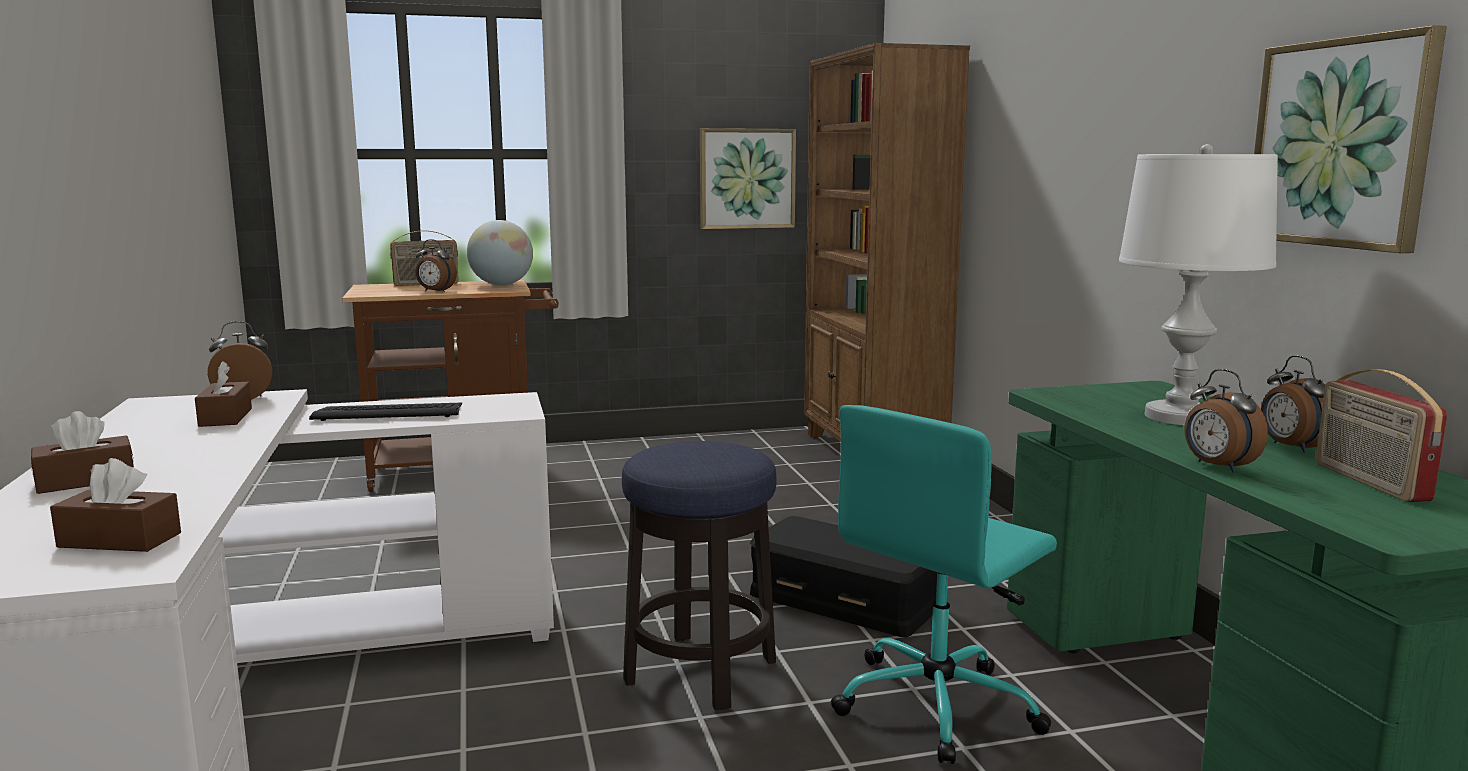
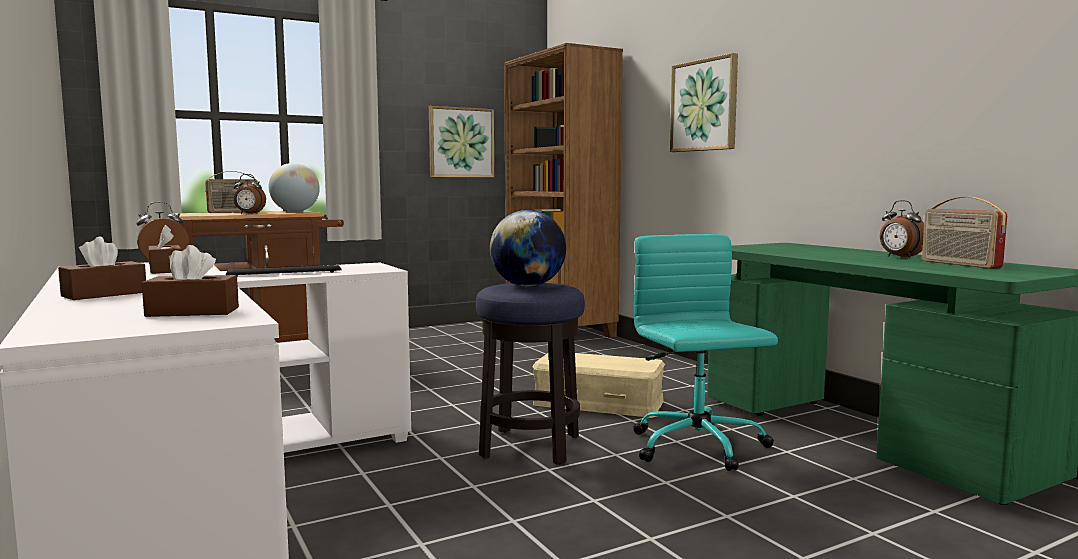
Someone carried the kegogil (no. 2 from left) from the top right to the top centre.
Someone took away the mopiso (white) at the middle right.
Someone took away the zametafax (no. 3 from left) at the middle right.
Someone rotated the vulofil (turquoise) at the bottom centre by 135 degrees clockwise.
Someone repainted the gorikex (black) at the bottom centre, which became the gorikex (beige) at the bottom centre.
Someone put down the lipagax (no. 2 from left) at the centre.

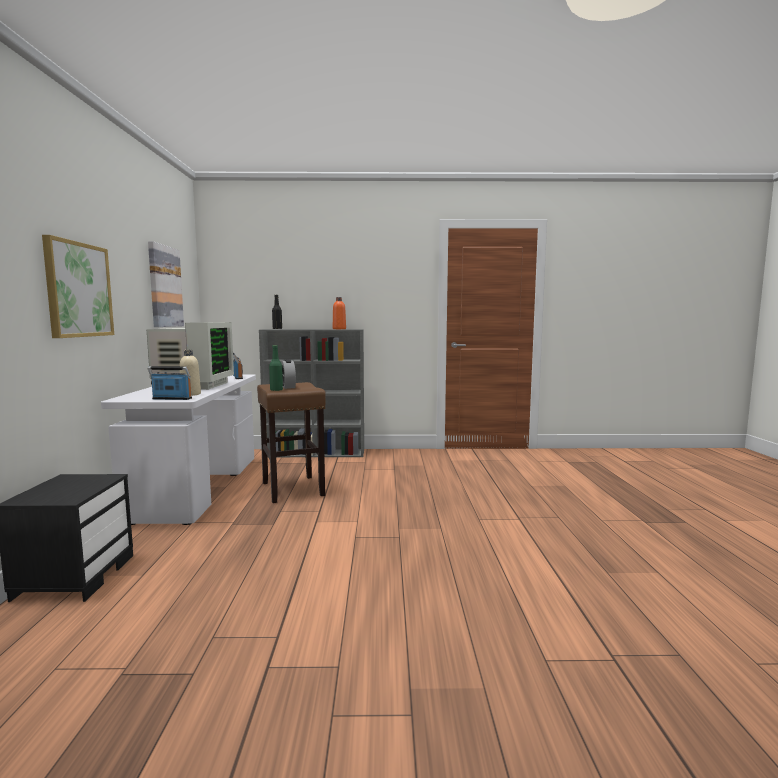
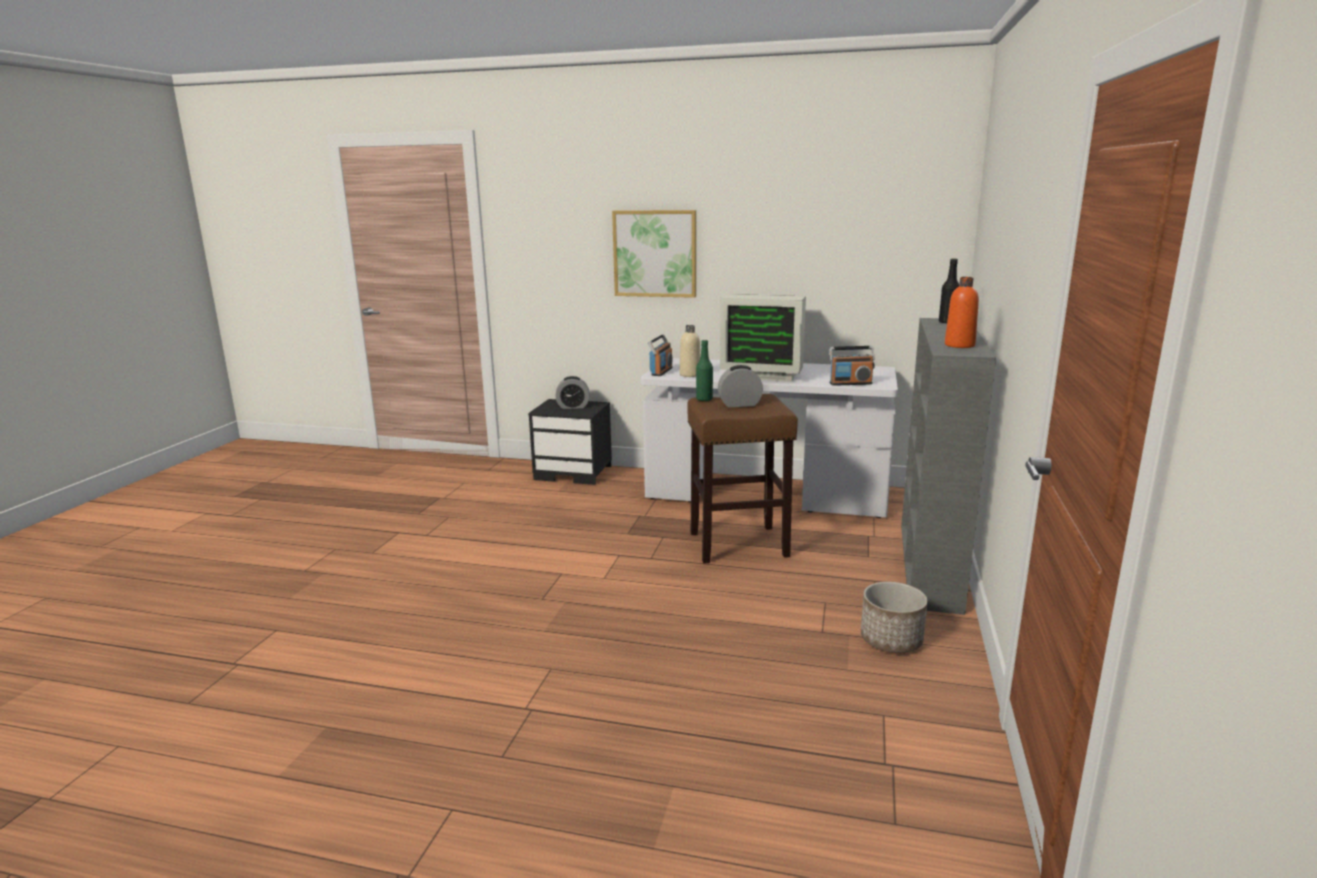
Someone took away the kegogil (no. 2 from left) at the middle left.
Someone put down the zametafax (no. 1 from left) at the centre.
Someone put down the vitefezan at the bottom right.

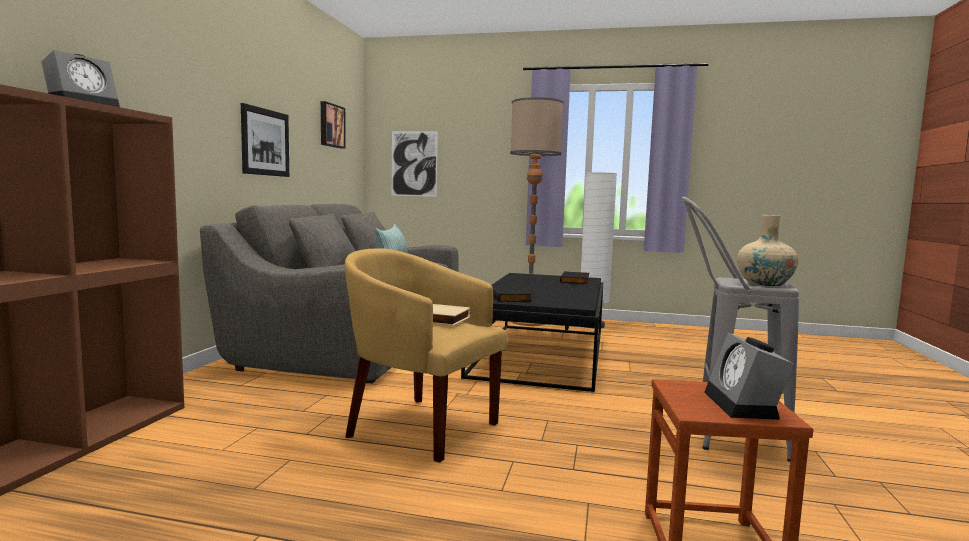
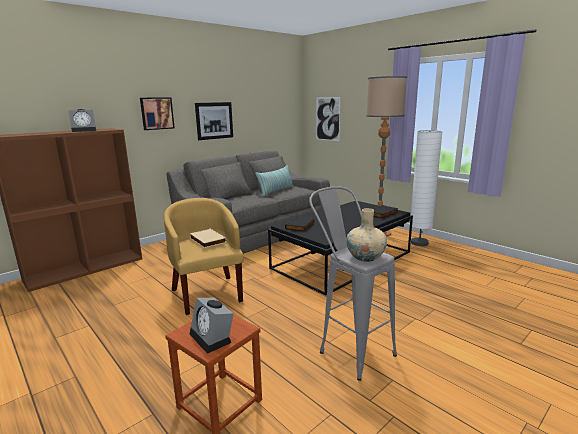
Someone carried the kegogil (no. 2 from left in the first image) from the top centre to the top left.
Someone rotated the zametafax (no. 2 from left) at the bottom right by 75 degrees counterclockwise.

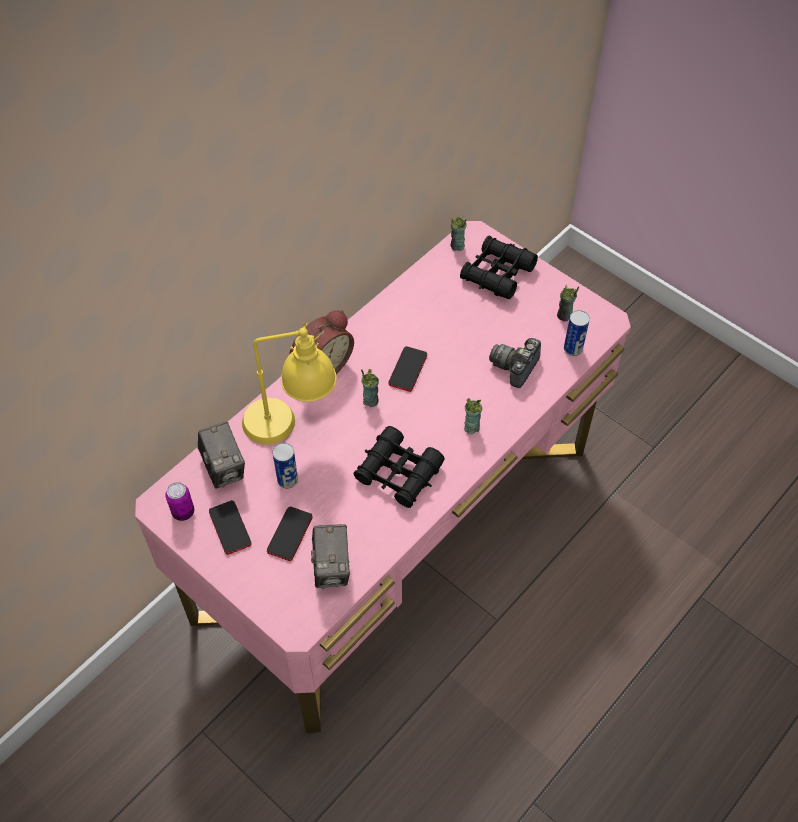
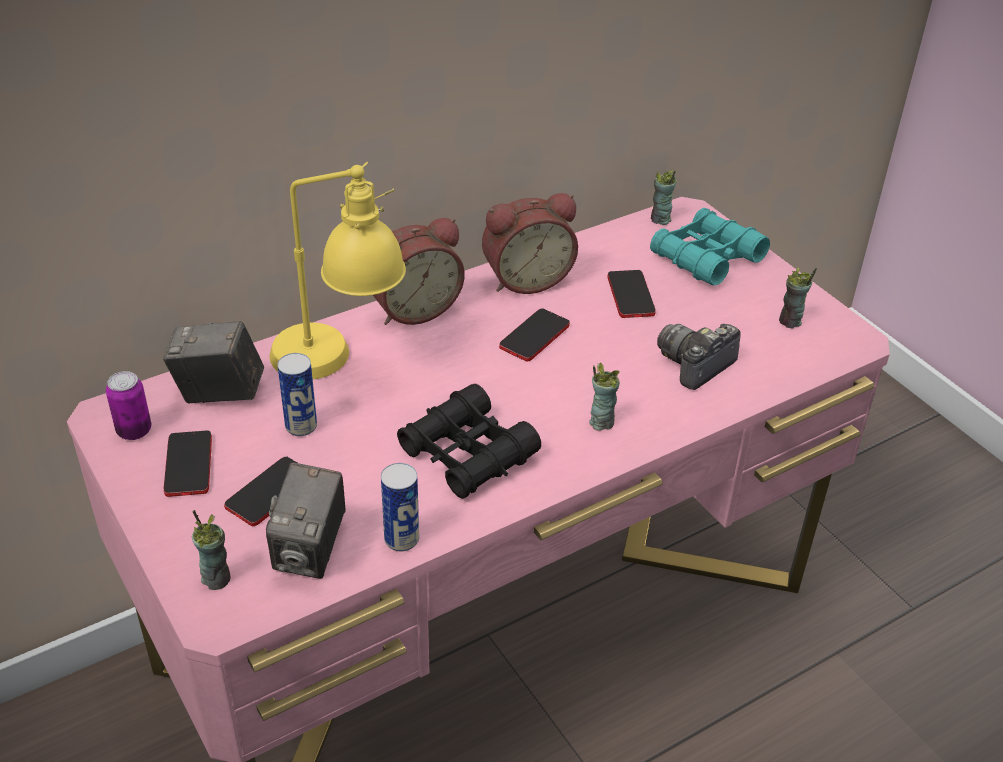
Someone repainted the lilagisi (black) (no. 2 from left) at the top centre, which became the lilagisi (turquoise) at the top right.
Someone carried the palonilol (no. 3 from left) from the middle right to the centre.
Someone carried the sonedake (no. 1 from left) from the centre to the bottom left.
Someone rotated the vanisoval (no. 1 from left) at the middle left by 105 degrees clockwise.
Someone put down the zametafax (no. 2 from left) at the top centre.
Someone put down the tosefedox (no. 4 from left) at the centre.

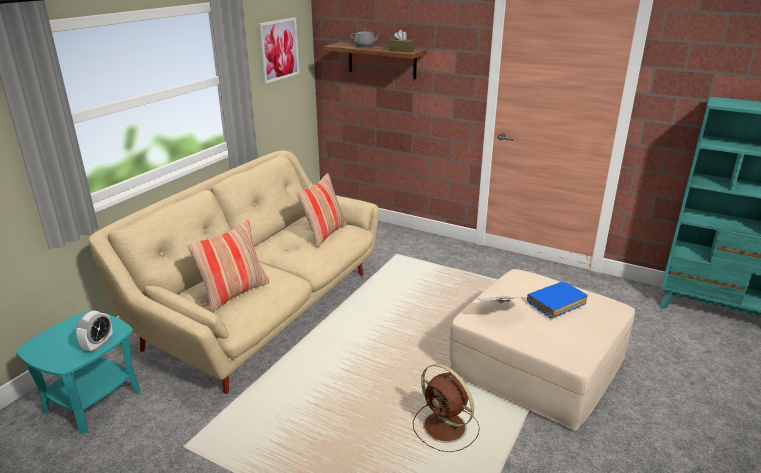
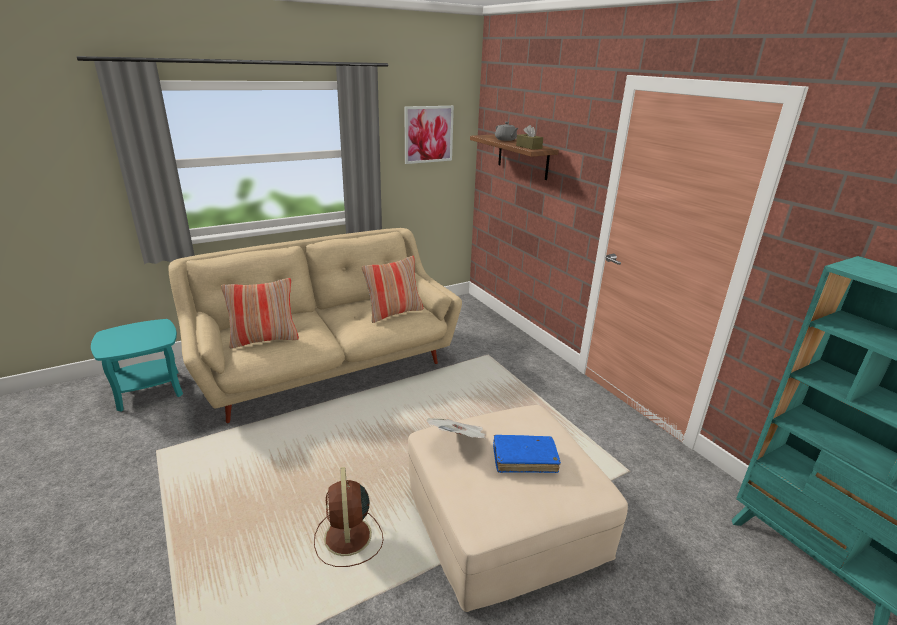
Someone took away the zametafax at the bottom left.

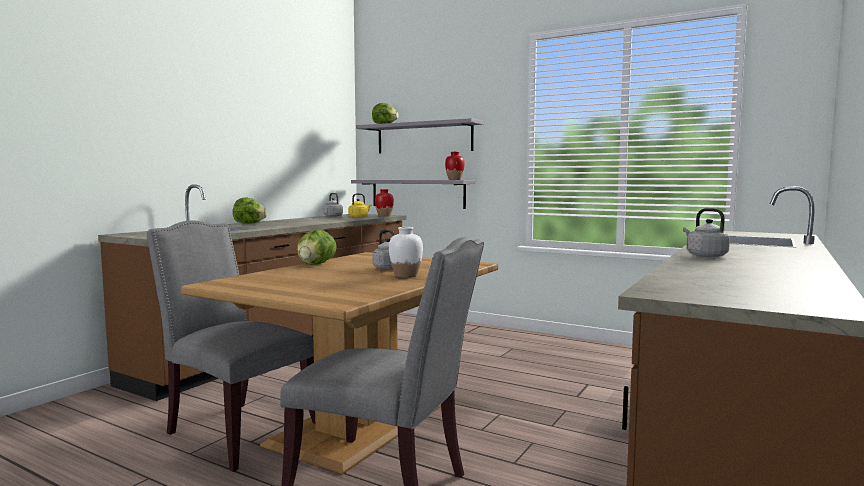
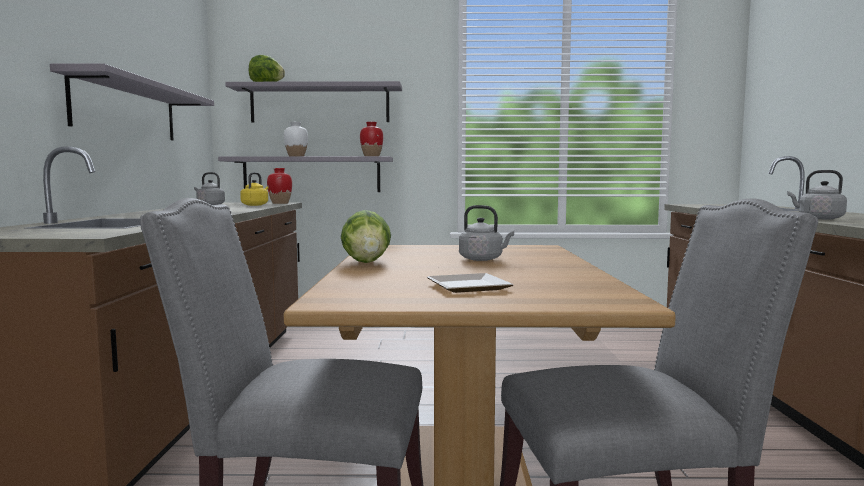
Someone took away the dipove (no. 1 from left) at the middle left.
Someone carried the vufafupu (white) from the centre to the top centre.
Someone put up the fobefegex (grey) (no. 1 from left) at the top left.
Someone put down the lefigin at the centre.

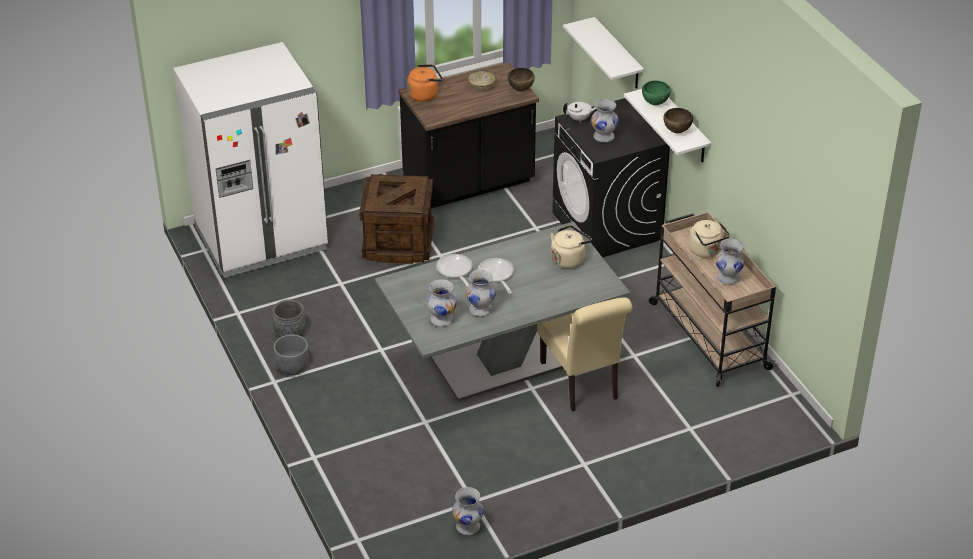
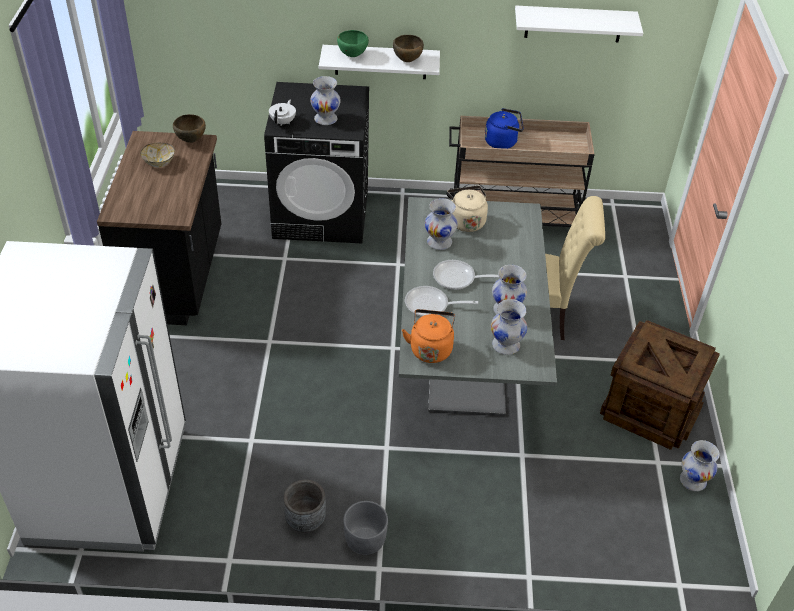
Someone carried the fobefegex (white) (no. 1 from left in the first image) from the top centre to the top right.
Someone carried the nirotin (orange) from the top centre to the centre.
Someone carried the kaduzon from the centre to the middle right.
Someone repainted the nirotin (beige) (no. 2 from left) at the middle right, which became the nirotin (blue) at the top centre.
Someone carried the vufafupu (white) (no. 5 from left in the first image) from the middle right to the centre.

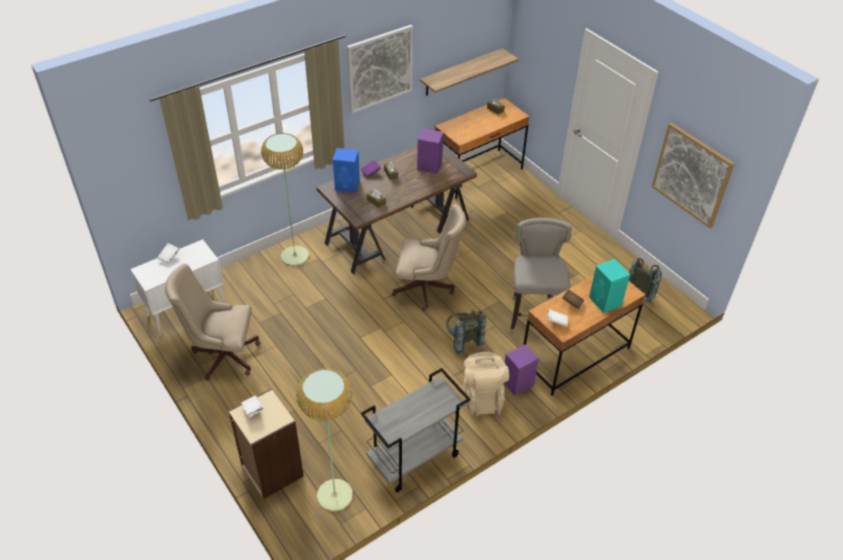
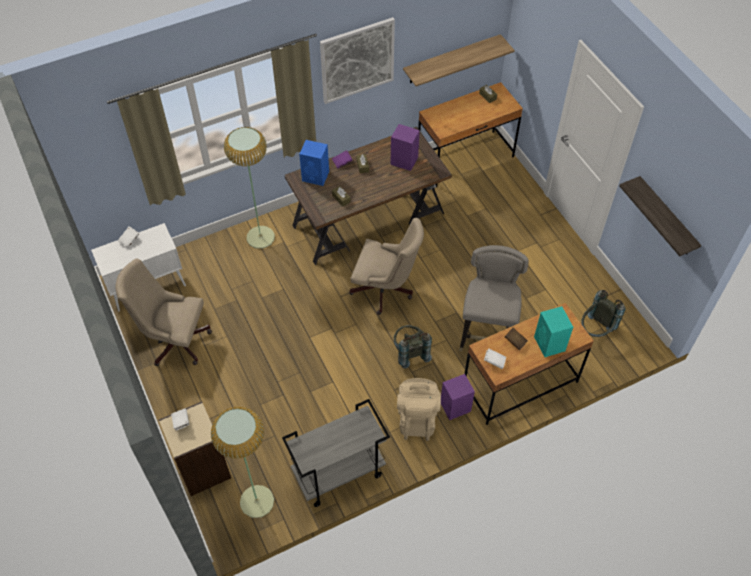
Someone swapped the kegogil (no. 2 from left) at the top right for the fobefegex (no. 2 from left) at the middle right.

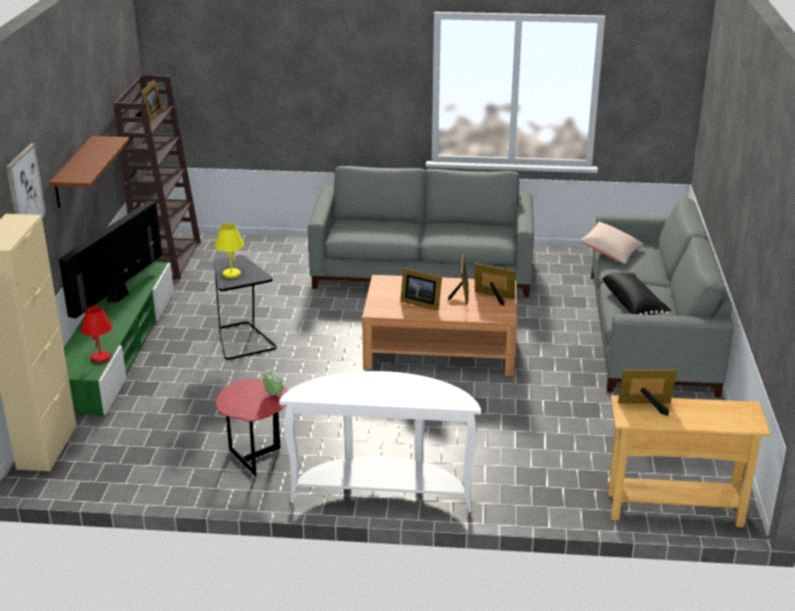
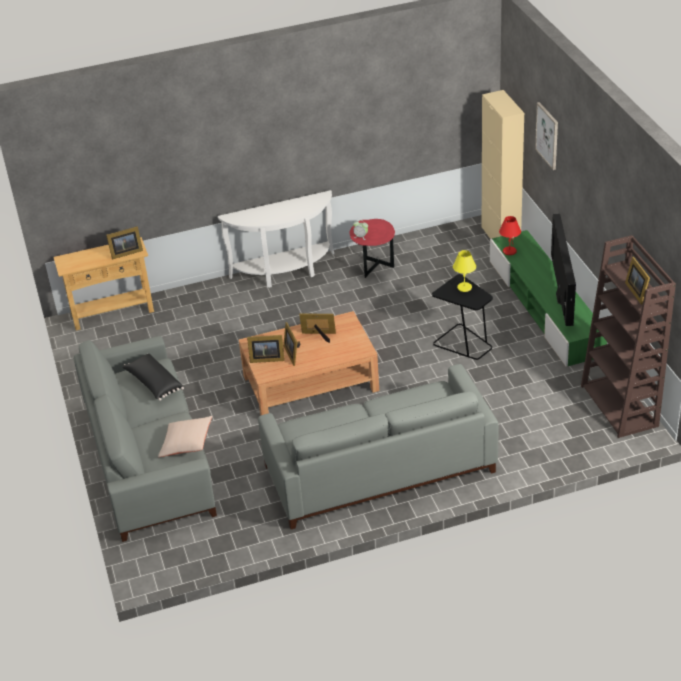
Someone took away the fobefegex (brown) at the top left.

